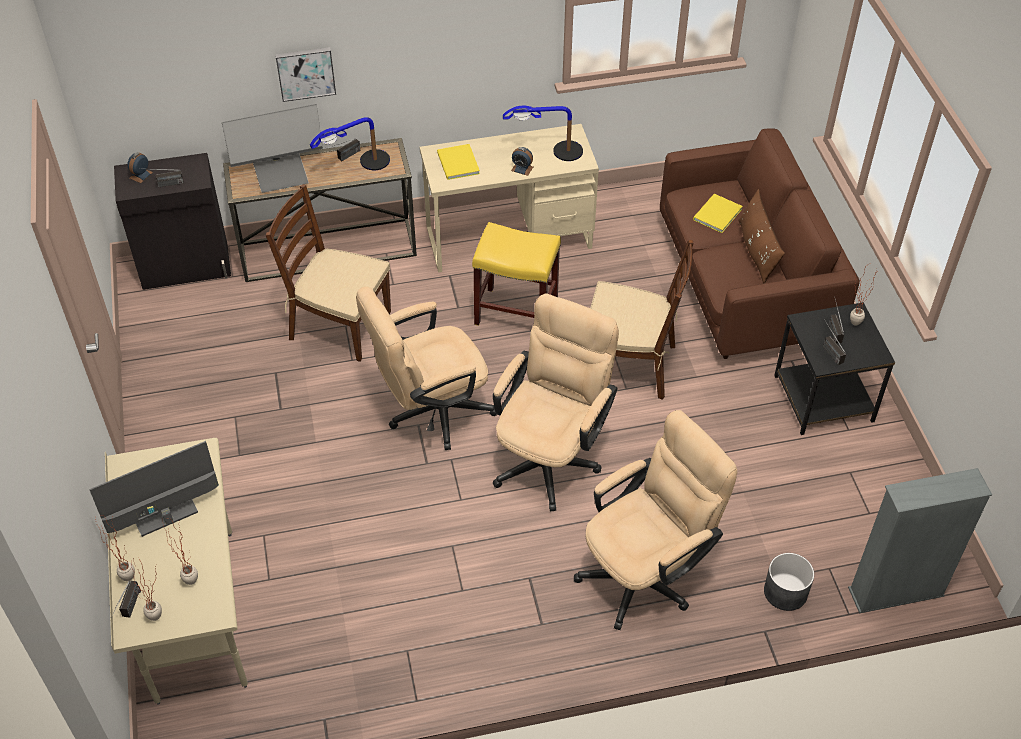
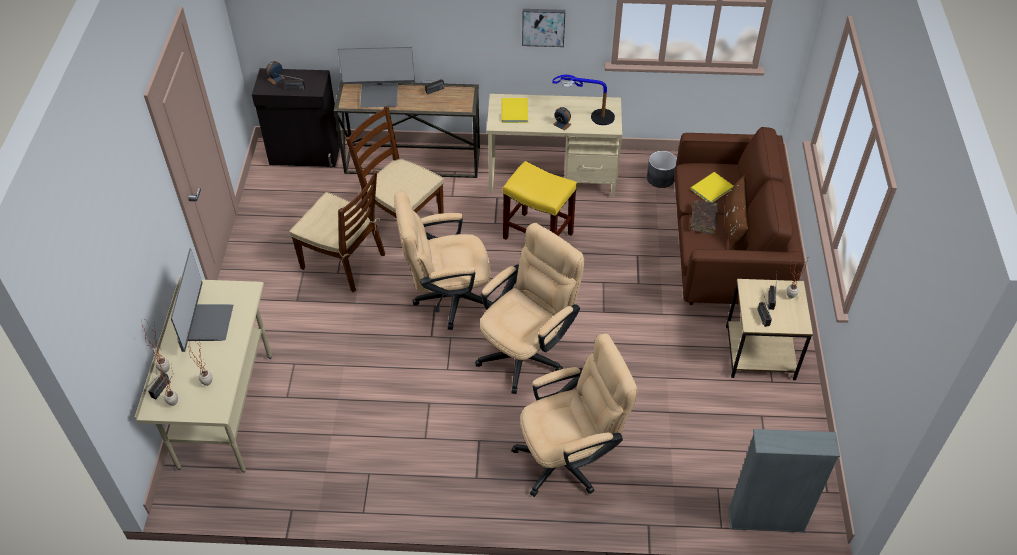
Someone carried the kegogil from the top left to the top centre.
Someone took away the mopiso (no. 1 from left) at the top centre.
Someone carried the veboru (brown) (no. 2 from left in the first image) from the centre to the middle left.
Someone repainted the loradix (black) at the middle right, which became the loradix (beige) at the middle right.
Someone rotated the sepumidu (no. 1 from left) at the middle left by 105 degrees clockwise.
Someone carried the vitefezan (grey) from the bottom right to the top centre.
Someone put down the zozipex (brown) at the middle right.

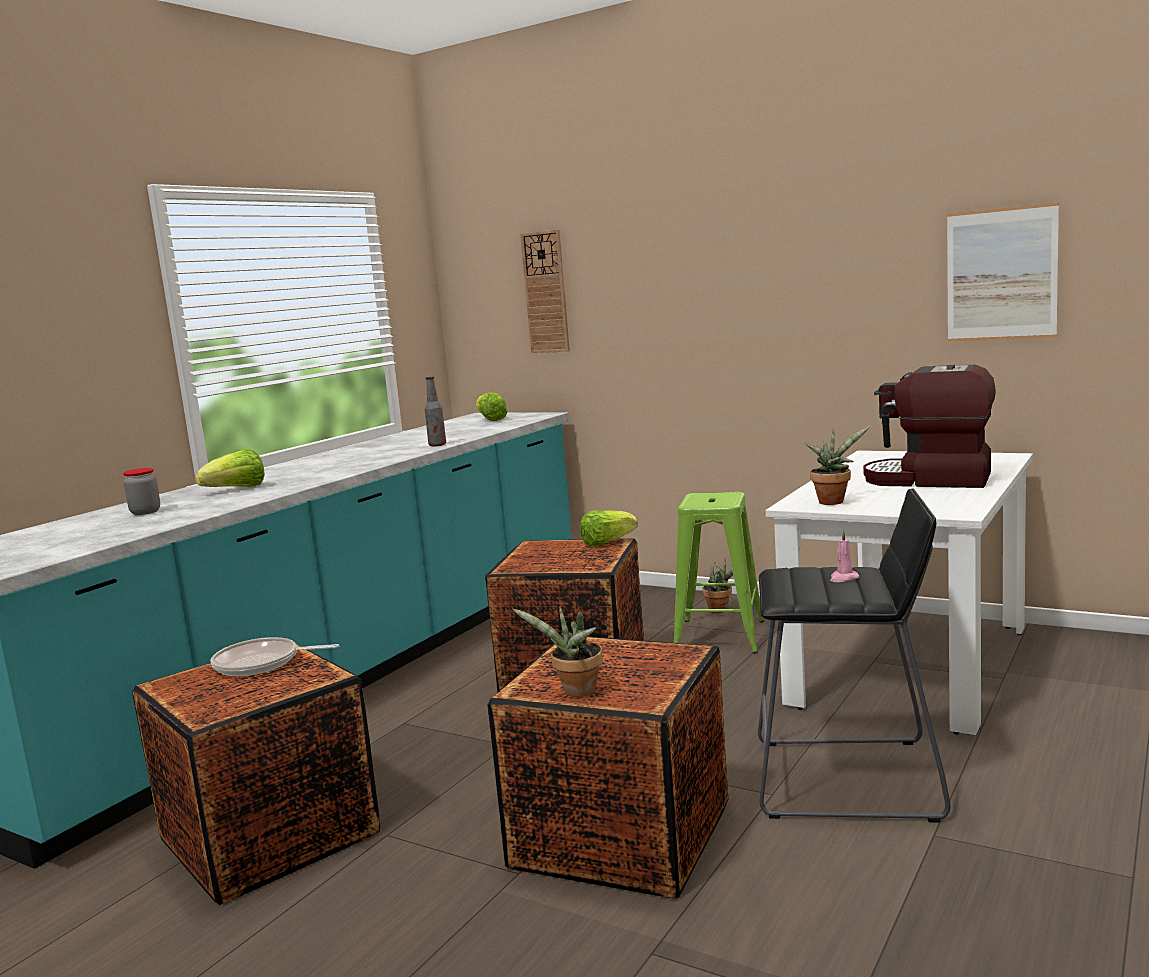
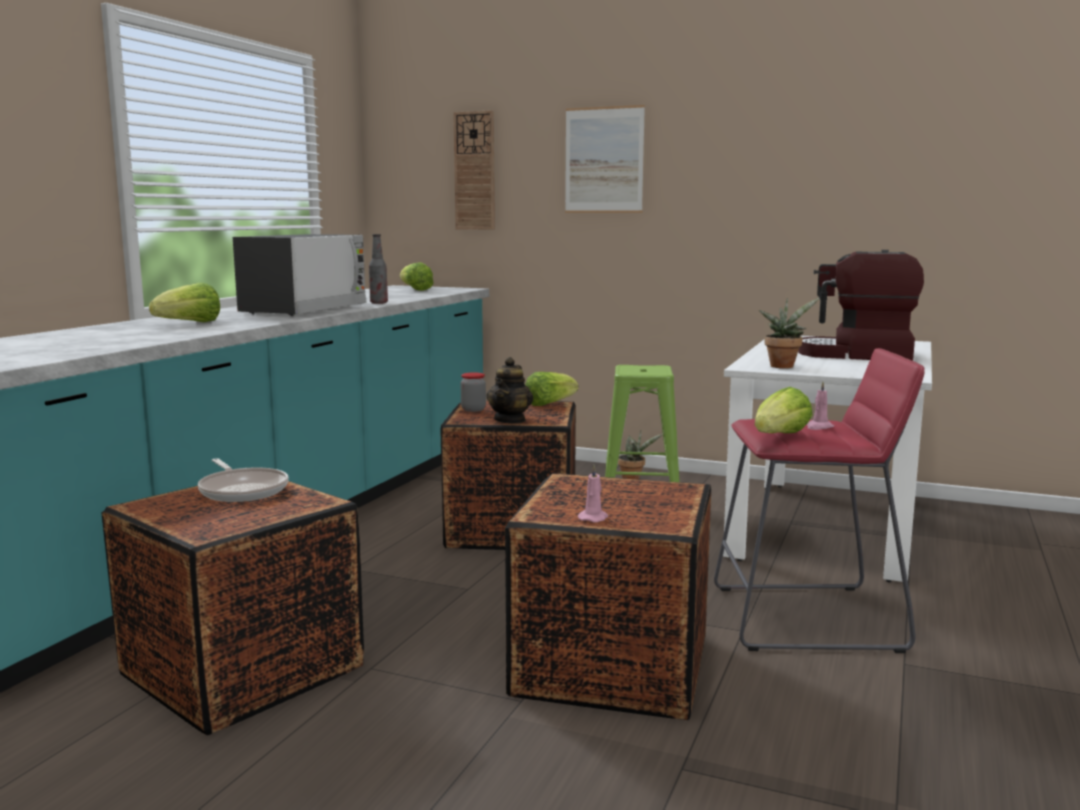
Someone carried the kegogil from the top right to the top centre.
Someone carried the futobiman from the middle left to the centre.
Someone repainted the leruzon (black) at the bottom right, which became the leruzon (red) at the middle right.
Someone swapped the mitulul (no. 1 from left) at the bottom centre for the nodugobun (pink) (no. 1 from left) at the centre.
Someone rotated the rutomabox at the bottom left by 120 degrees counterclockwise.
Someone put down the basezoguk at the middle left.
Someone put down the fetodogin at the centre.
Someone put down the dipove (no. 4 from left) at the middle right.

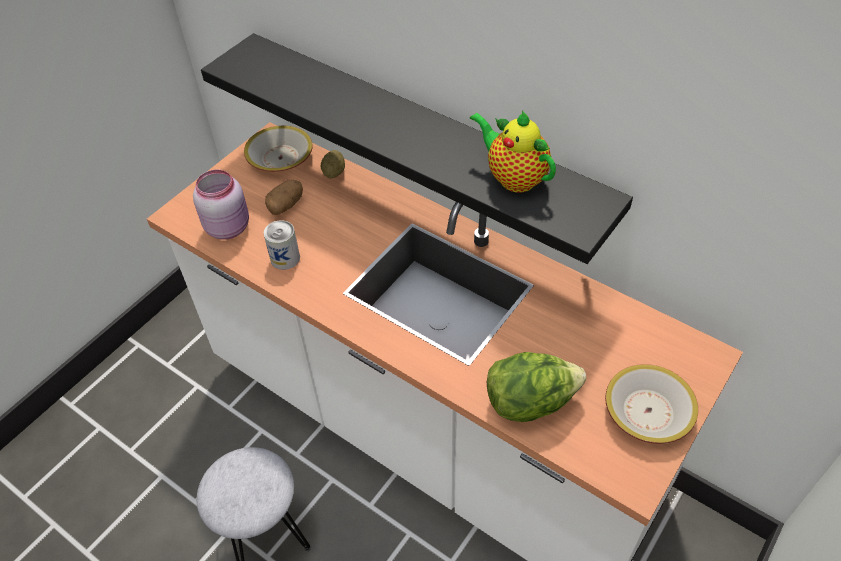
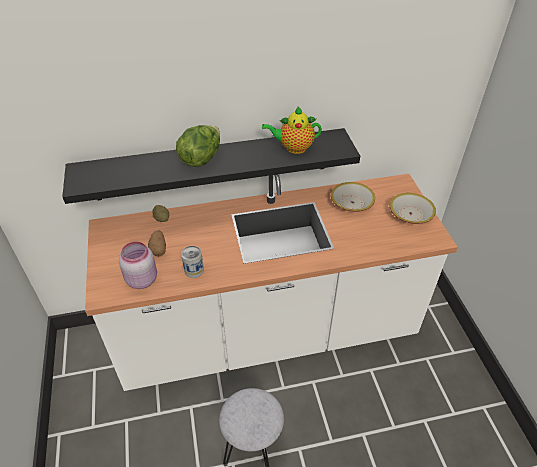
Someone carried the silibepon (no. 1 from left) from the top left to the centre.
Someone carried the dipove from the bottom centre to the top centre.

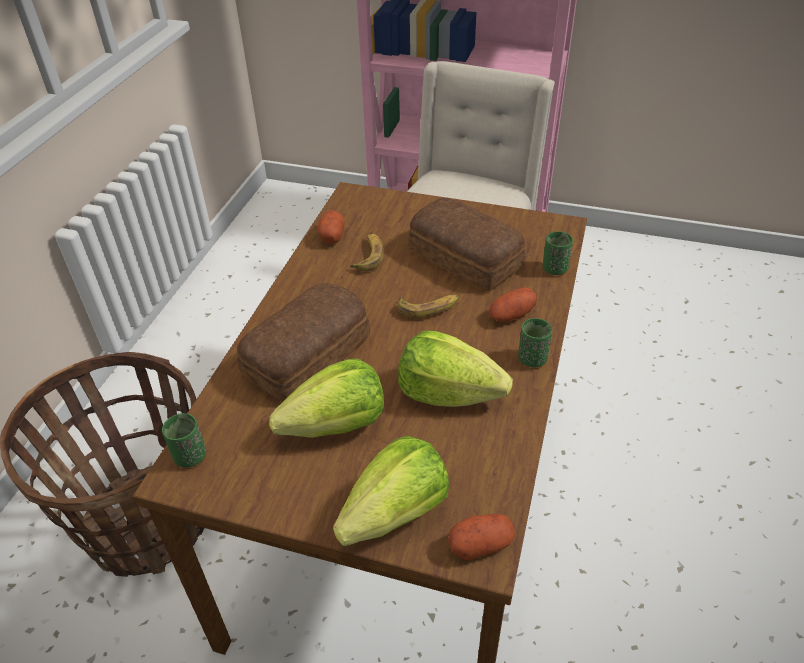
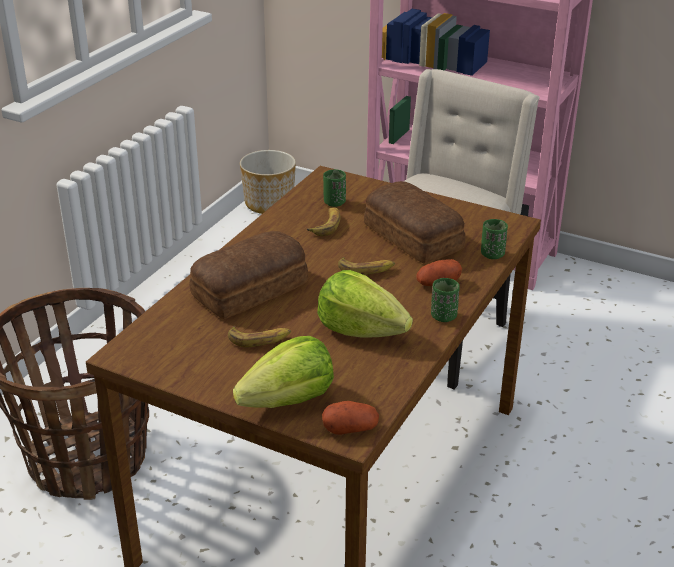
Someone took away the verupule (no. 1 from left) at the centre.
Someone swapped the dipove (no. 1 from left) at the centre for the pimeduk (no. 1 from left) at the centre.
Someone carried the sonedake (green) (no. 1 from left) from the middle left to the top centre.
Someone put down the vitefezan at the top centre.

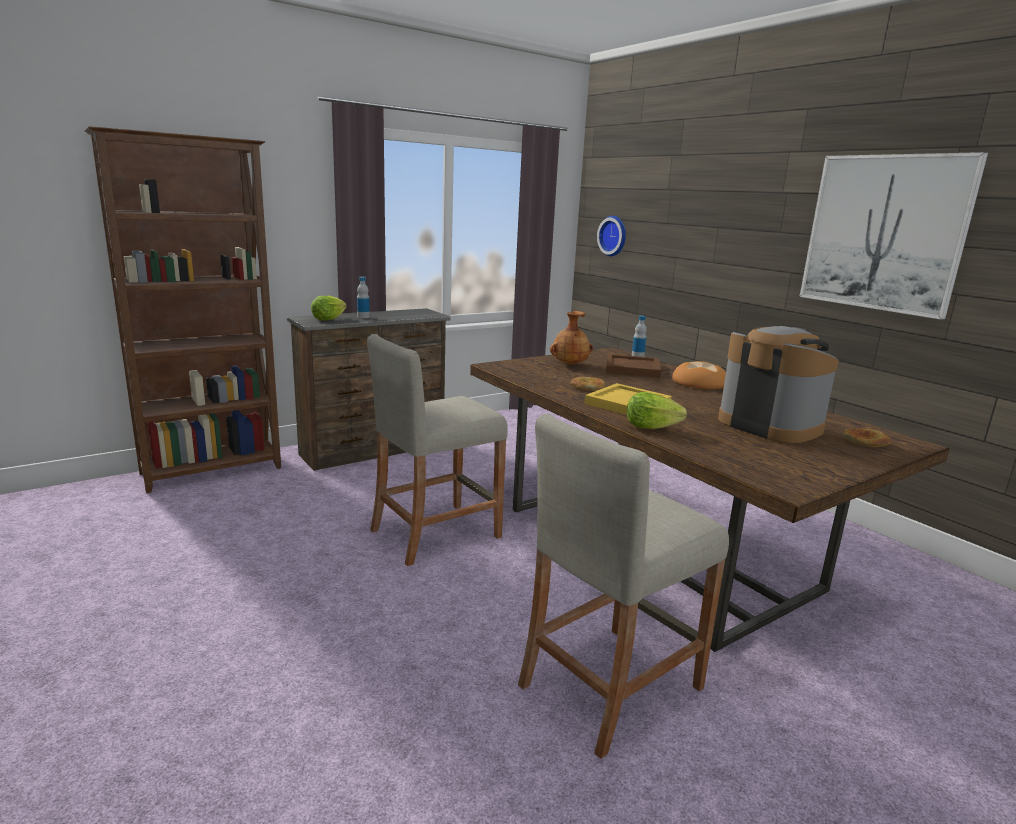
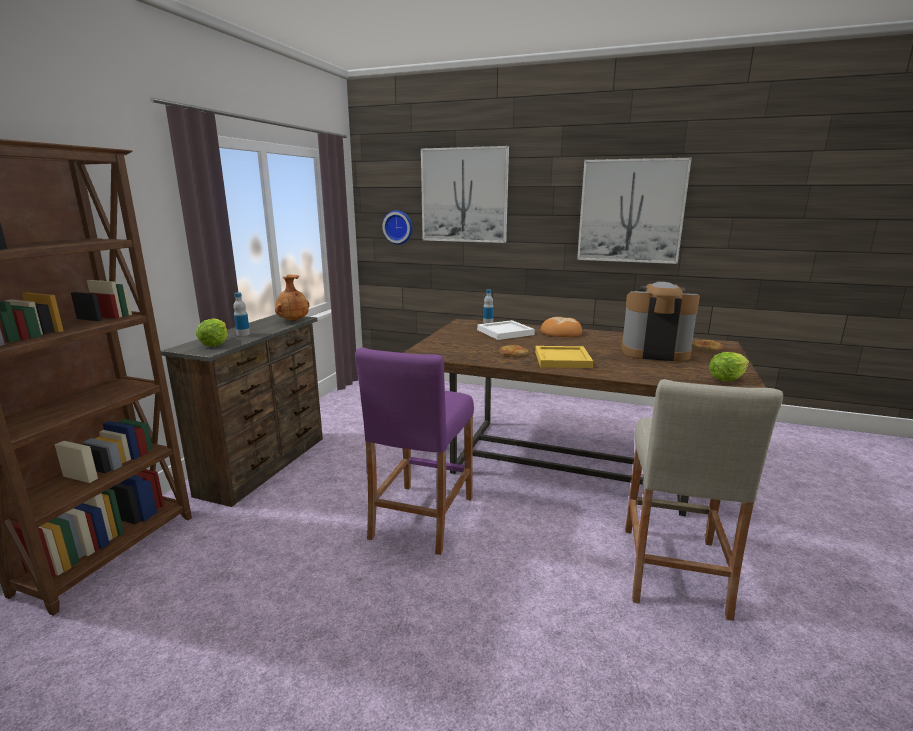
Someone carried the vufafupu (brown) from the centre to the middle left.
Someone repainted the leruzon (beige) (no. 1 from left) at the centre, which became the leruzon (purple) at the centre.
Someone repainted the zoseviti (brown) at the centre, which became the zoseviti (white) at the centre.
Someone carried the dipove (no. 2 from left) from the centre to the middle right.
Someone put up the kegogil (no. 1 from left) at the top centre.

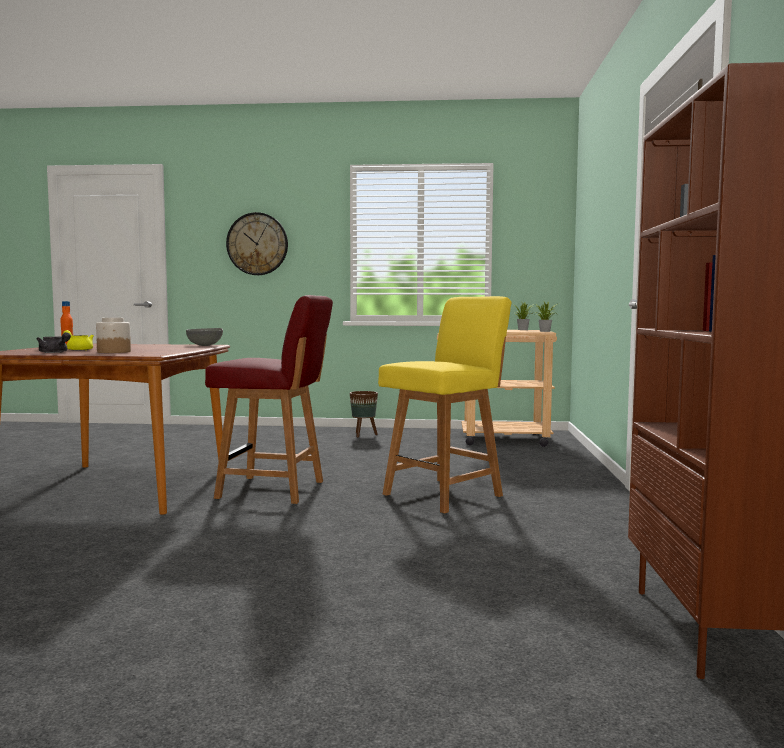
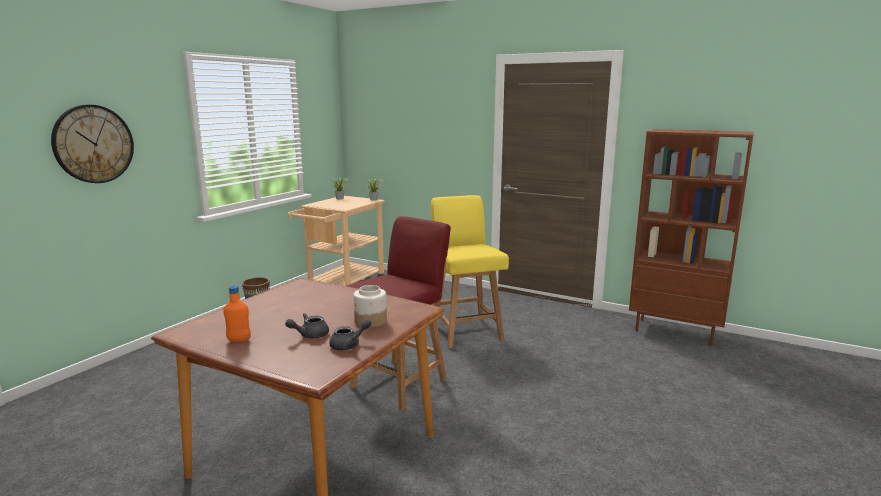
Someone took away the silibepon (grey) at the middle left.
Someone repainted the fetodogin (yellow) at the middle left, which became the fetodogin (grey) (no. 1 from left) at the centre.

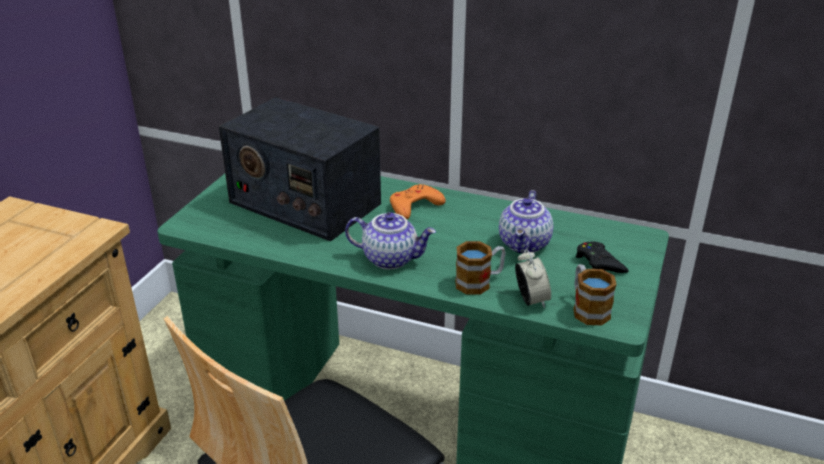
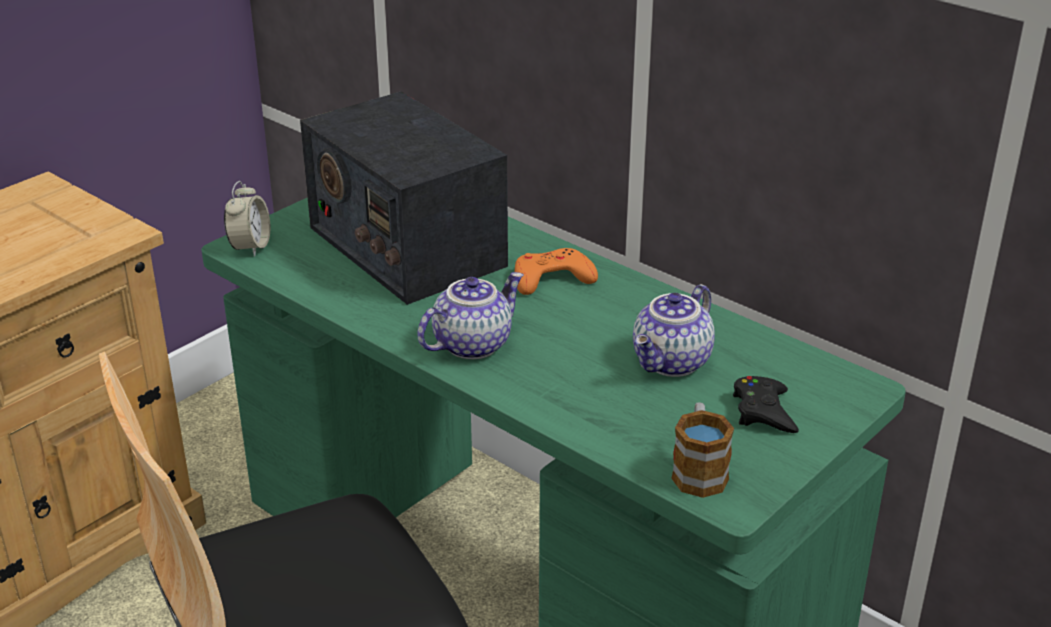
Someone rotated the fetodogin (no. 1 from left) at the centre by 75 degrees counterclockwise.
Someone took away the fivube (no. 1 from left) at the centre.
Someone carried the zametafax from the centre to the middle left.

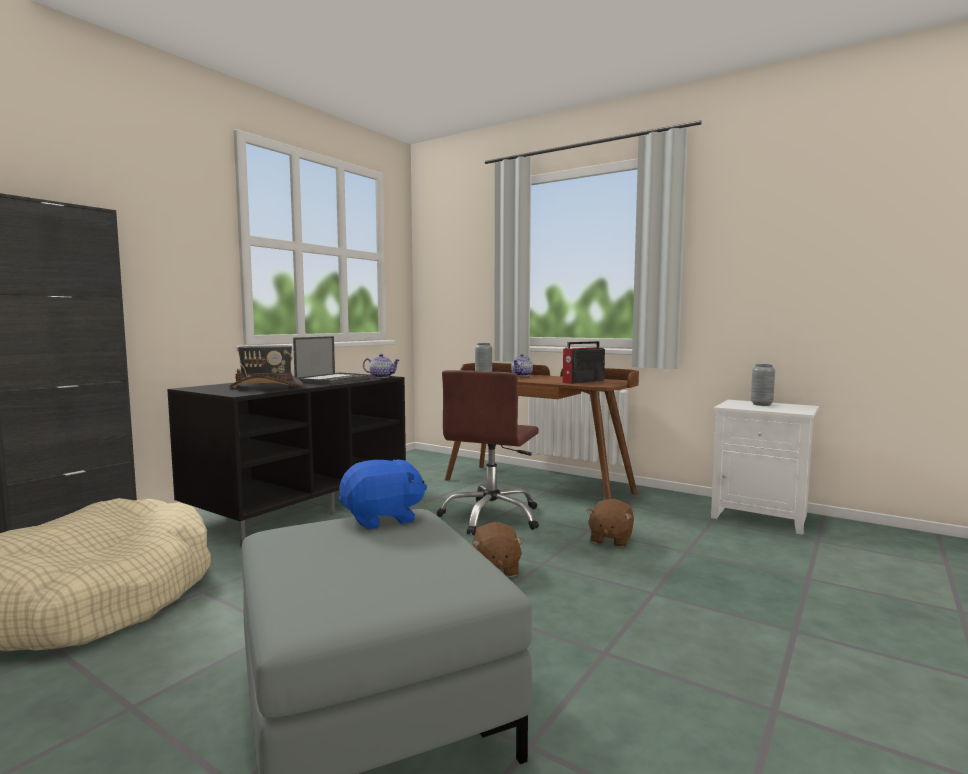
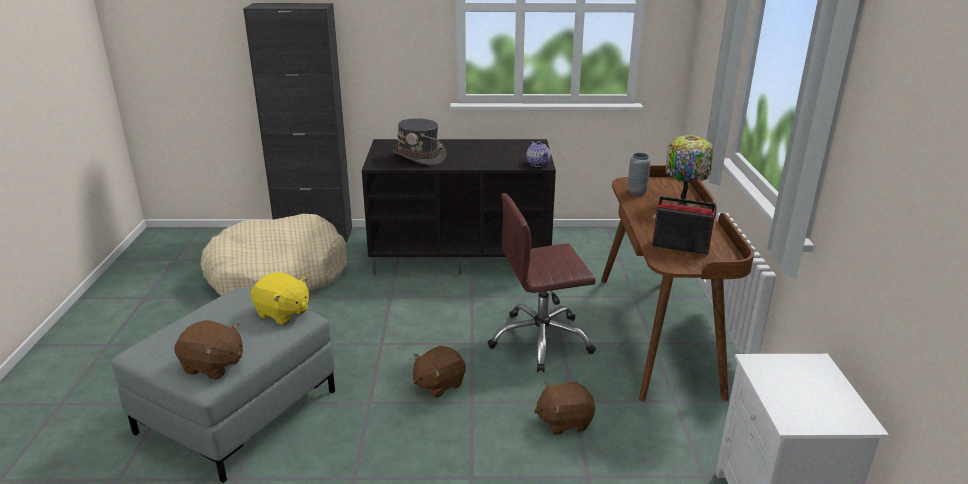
Someone took away the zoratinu at the centre.
Someone swapped the fetodogin (no. 2 from left) at the centre for the mopiso at the middle right.
Someone took away the vufafupu (grey) (no. 2 from left) at the middle right.
Someone repainted the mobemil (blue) at the centre, which became the mobemil (yellow) at the middle left.
Someone put down the mobemil (brown) (no. 1 from left) at the bottom left.

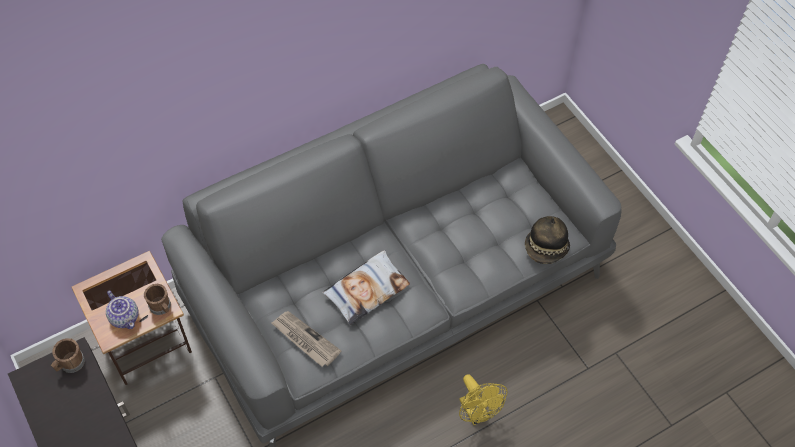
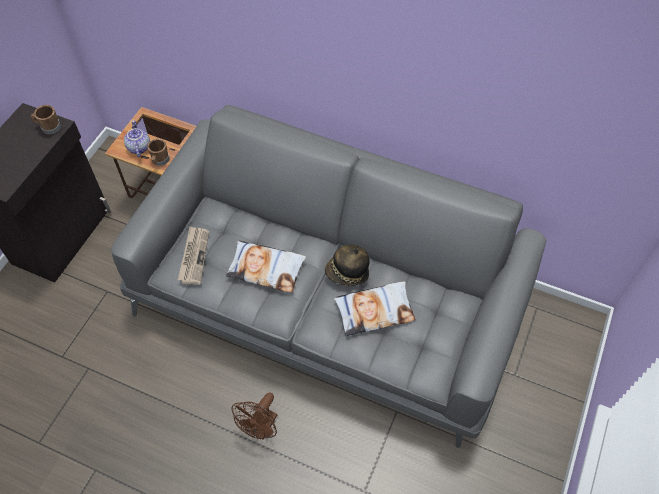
Someone carried the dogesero from the middle right to the centre.
Someone rotated the fetodogin at the bottom left by 150 degrees clockwise.
Someone repainted the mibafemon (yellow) at the bottom centre, which became the mibafemon (brown) at the bottom centre.
Someone put down the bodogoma (no. 2 from left) at the centre.

